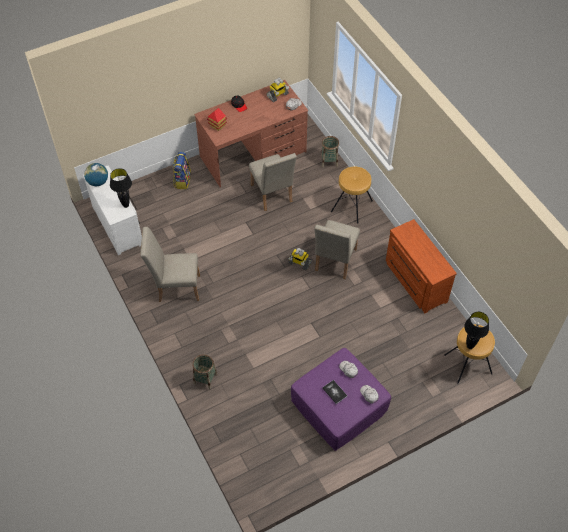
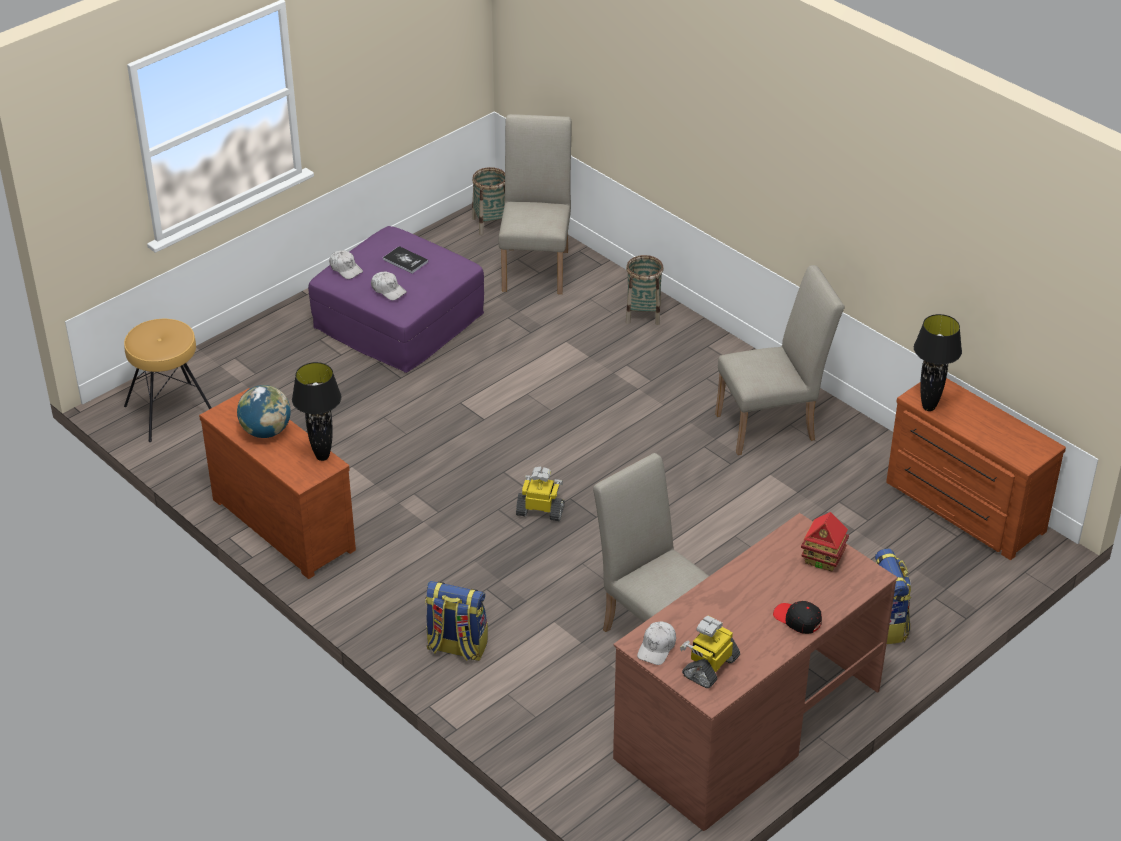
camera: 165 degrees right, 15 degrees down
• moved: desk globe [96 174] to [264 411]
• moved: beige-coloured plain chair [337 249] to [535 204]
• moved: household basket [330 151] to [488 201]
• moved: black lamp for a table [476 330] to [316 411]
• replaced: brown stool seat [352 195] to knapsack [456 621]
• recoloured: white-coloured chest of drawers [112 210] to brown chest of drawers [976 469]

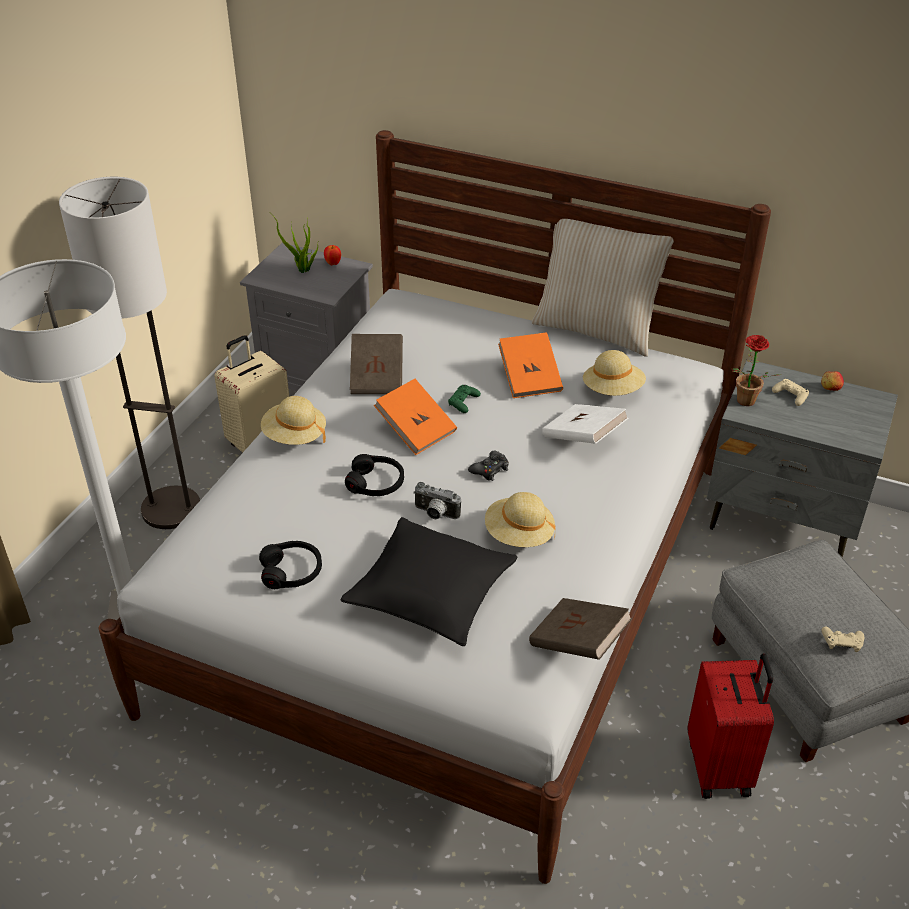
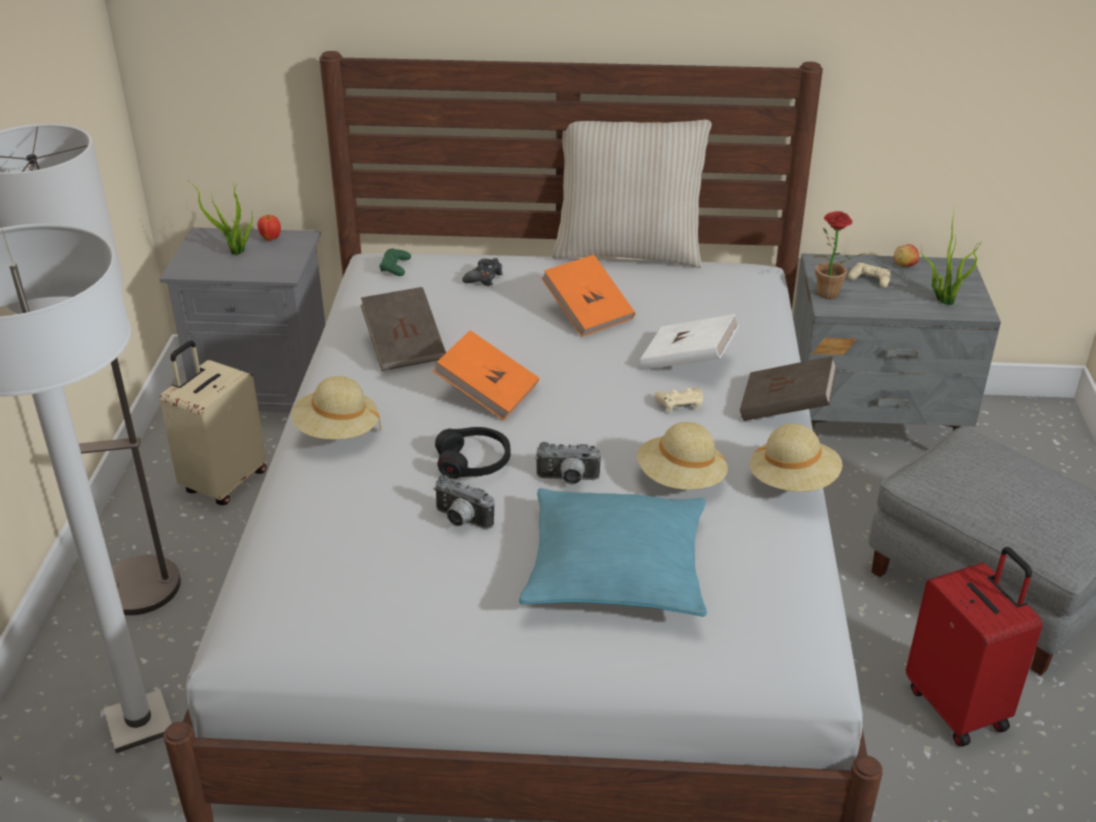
camera: 20 degrees left, 5 degrees down
• removed: black headphones [290 565]
• added: still camera [464 502]
• added: houseplant [950 255]
• moved: green joypad [464 399] to [395 262]
• moved: black joypad [488 465] to [482 272]
• moved: brown book [580 629] to [788 388]
• moved: beige-coloured hat [614 373] to [796 458]
• moved: beige-coloured joypad [842 639] to [678 399]
• recoloured: black cushion [429 581] to turquoise cushion [613 552]

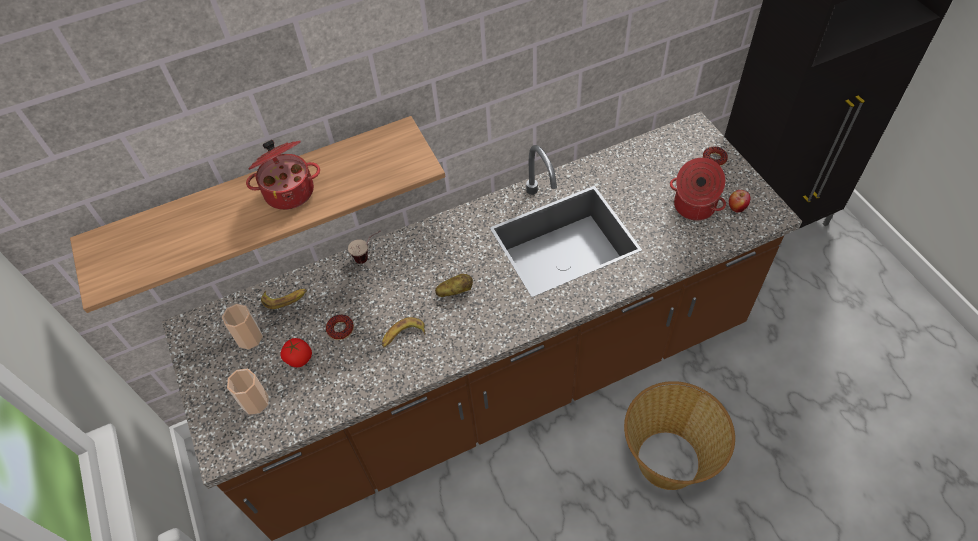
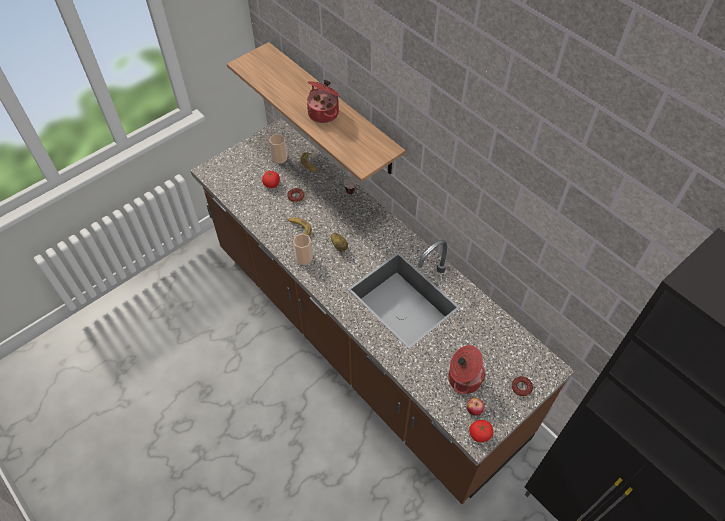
camera: 70 degrees right, 0 degrees up
• removed: household basket [679 435]
• added: whole tomato [481 431]
• moved: small cup [248 392] to [303 249]

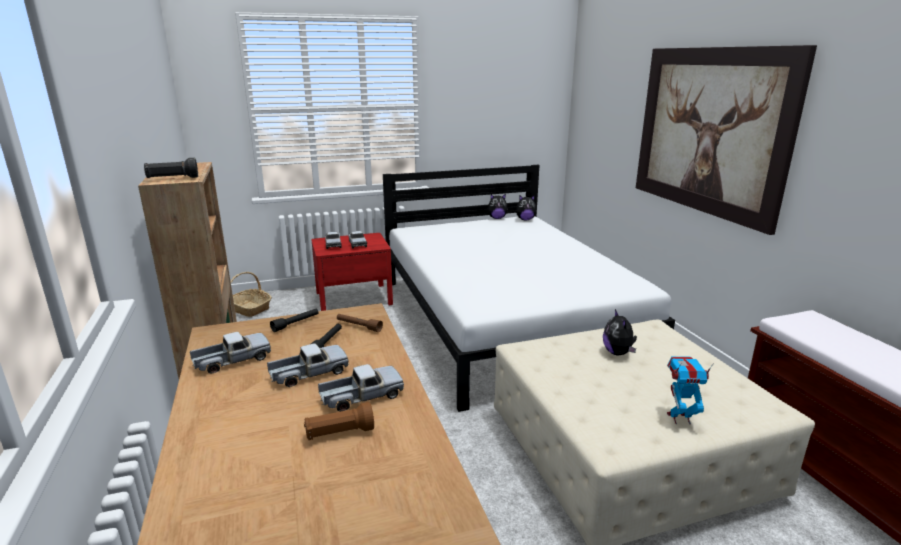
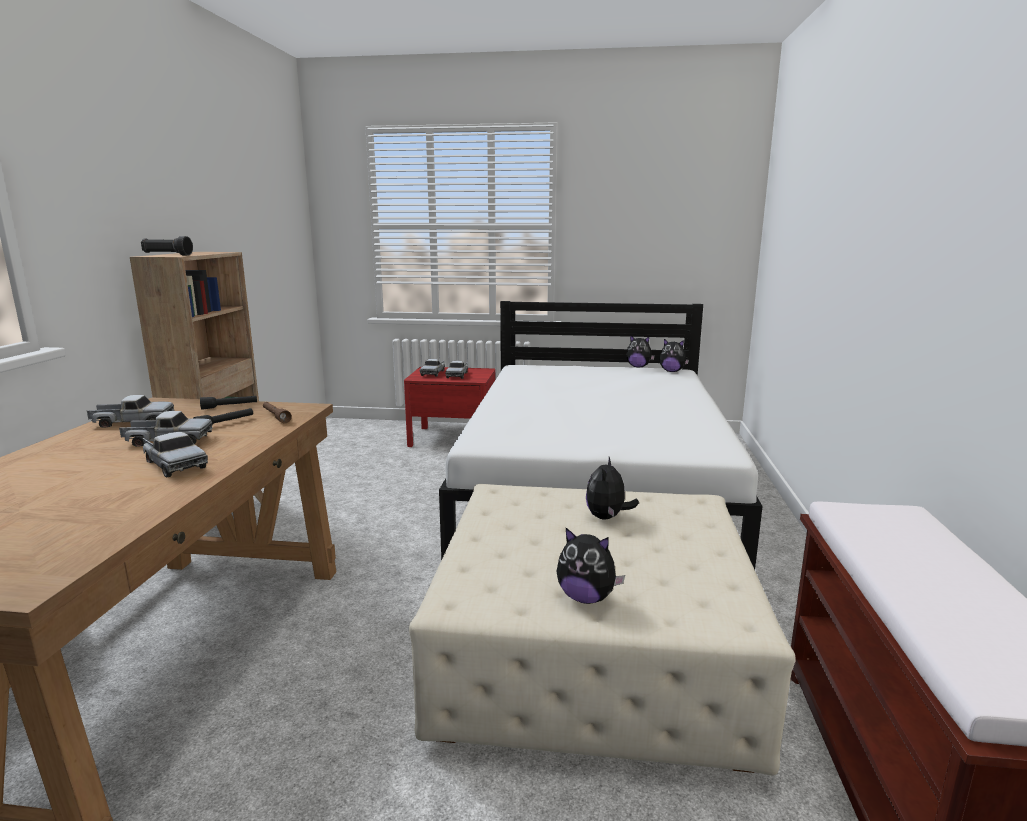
camera: 25 degrees right, 5 degrees down
• removed: household basket [251 294]
• removed: brown flashlight [339 421]
• removed: wall picture [726 140]
• replaced: model robot [690 390] to plush toy [590 566]
• turned: toy lorry [361 387] = [175 454] 45 degrees clockwise

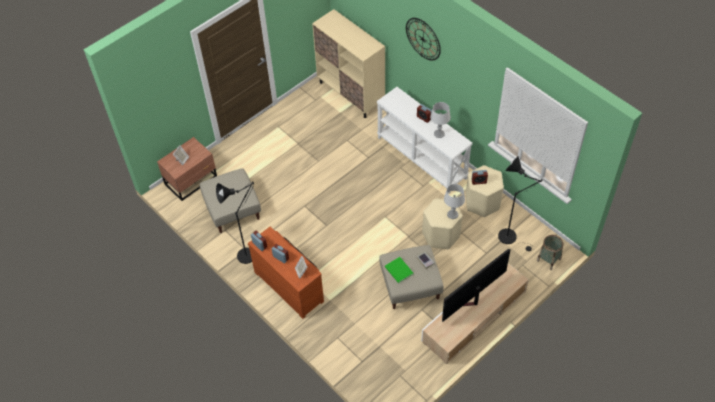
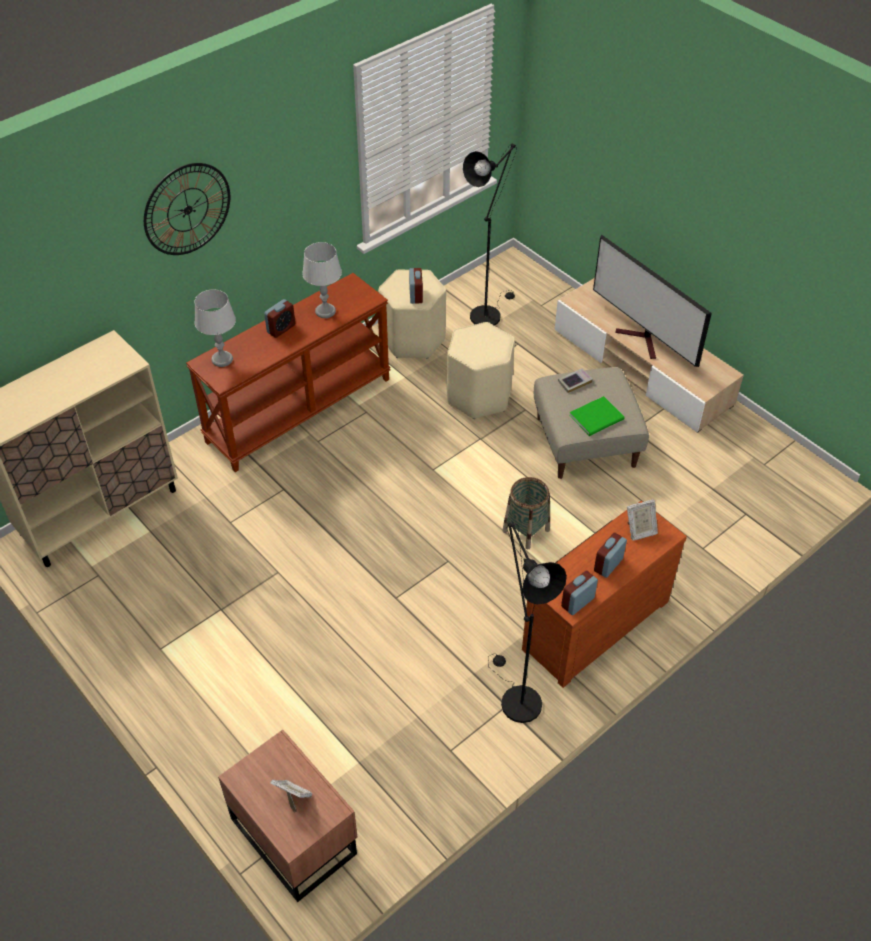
camera: 90 degrees left, 5 degrees down
• removed: beige-coloured pouffe [230 200]
• moved: greyish lamp for a table [454 201] to [215 328]
• moved: household basket [550 252] to [526 513]
• recoloured: white-coloured narrow table [424 140] to brown narrow table [288 372]

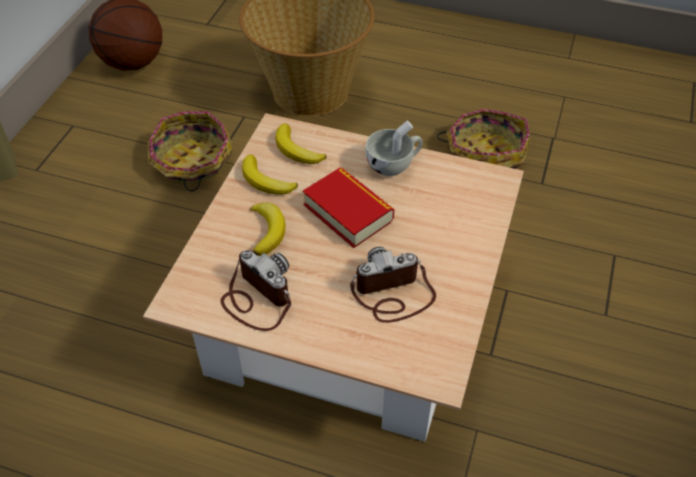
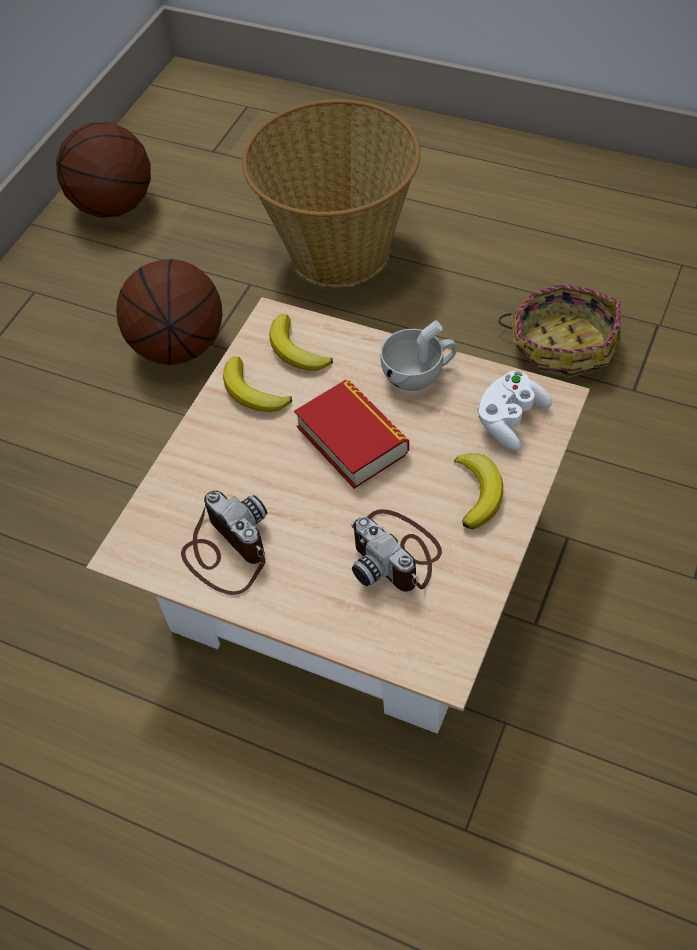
camera: 10 degrees right, 5 degrees up
• added: white-coloured joypad [514 410]
• moved: banana [268 229] to [478 491]
• replaced: household basket [190 151] to ball for basketball [169 312]
• turned: still camera [393 285] = [396 550] 120 degrees counterclockwise

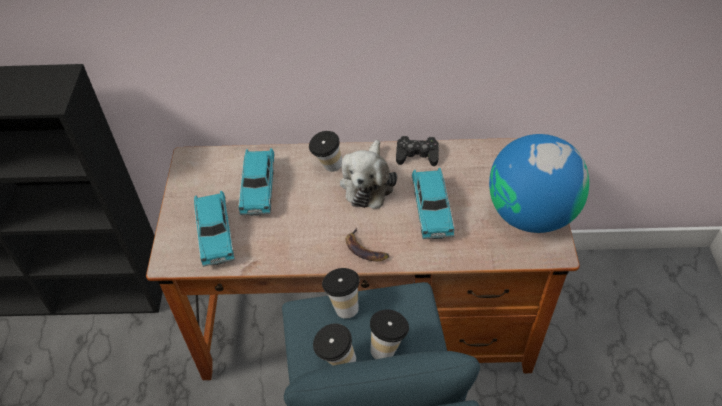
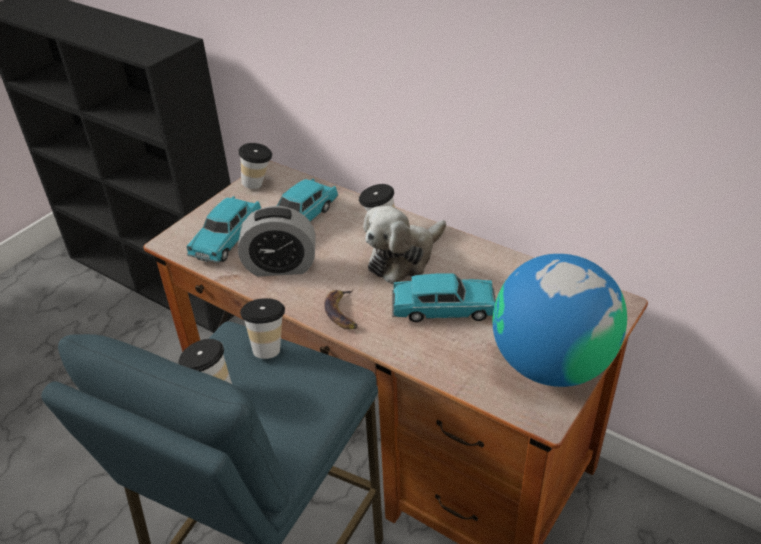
camera: 35 degrees right, 10 degrees down
• removed: black joypad [417 151]
• added: alarm clock [277 241]
• moved: small cup [389 334] to [255 166]
• turned: turquoise model car [433 203] = [444 297] 120 degrees counterclockwise

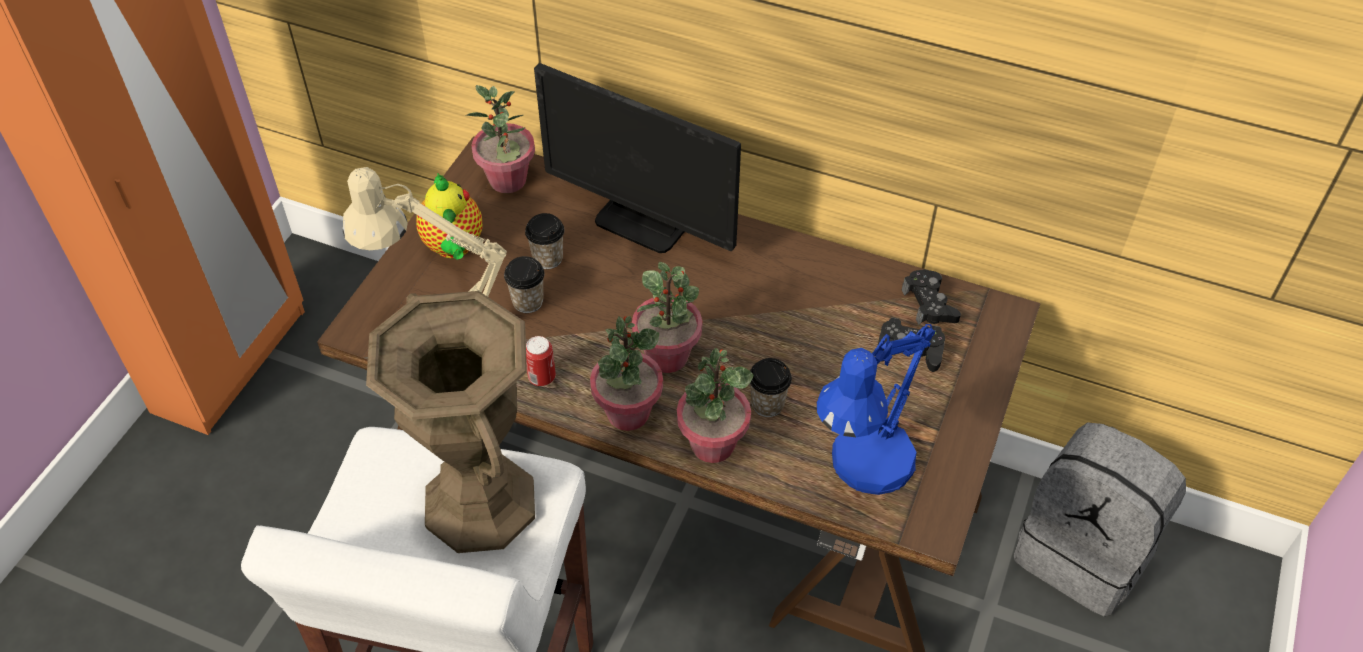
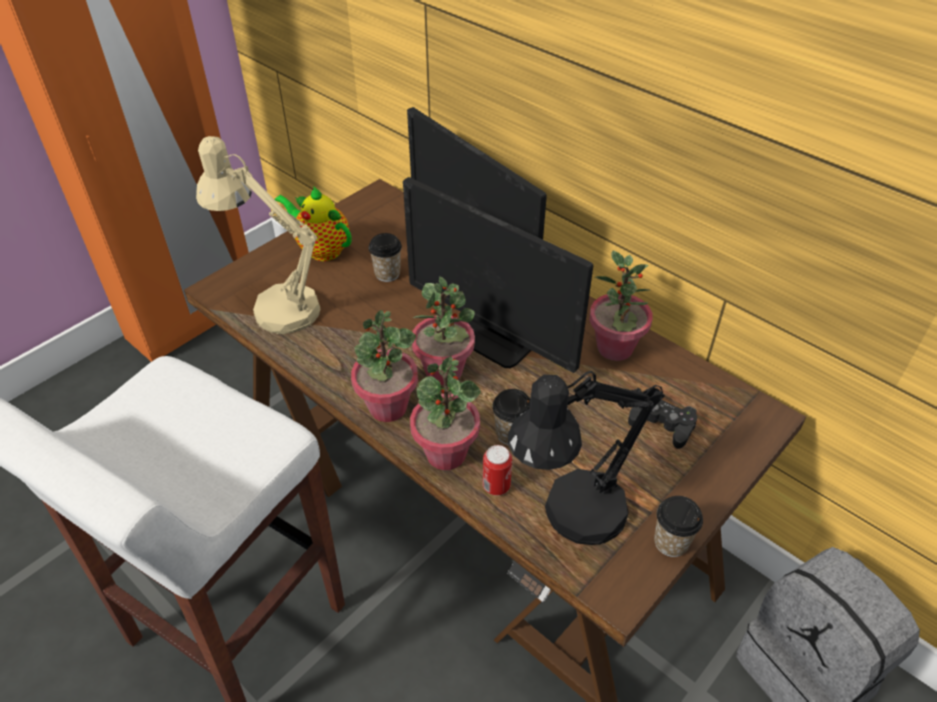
camera: 20 degrees right, 5 degrees down
• removed: brown flower vase [450 422]
• removed: black joypad [931 297]
• added: monitor [498 275]
• moved: houseplant [500 139] to [621 305]
• moved: small cup [524 284] to [678 526]
• moved: metal can [541 361] to [497 470]
• recoloured: bluish lamp for a table [876 409] to black lamp for a table [586 458]
• turned: pot for tea [449 216] = [313 223] 120 degrees clockwise

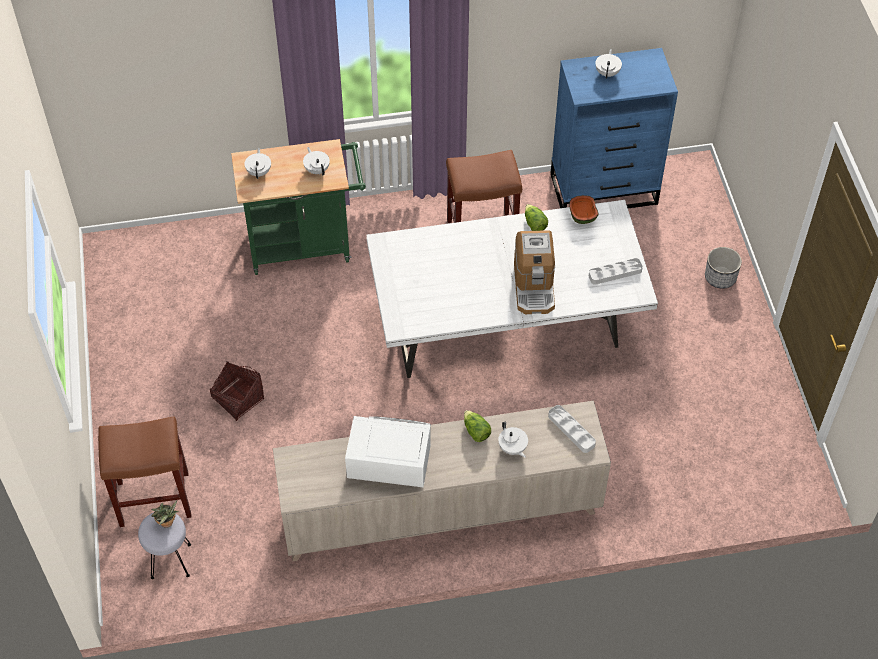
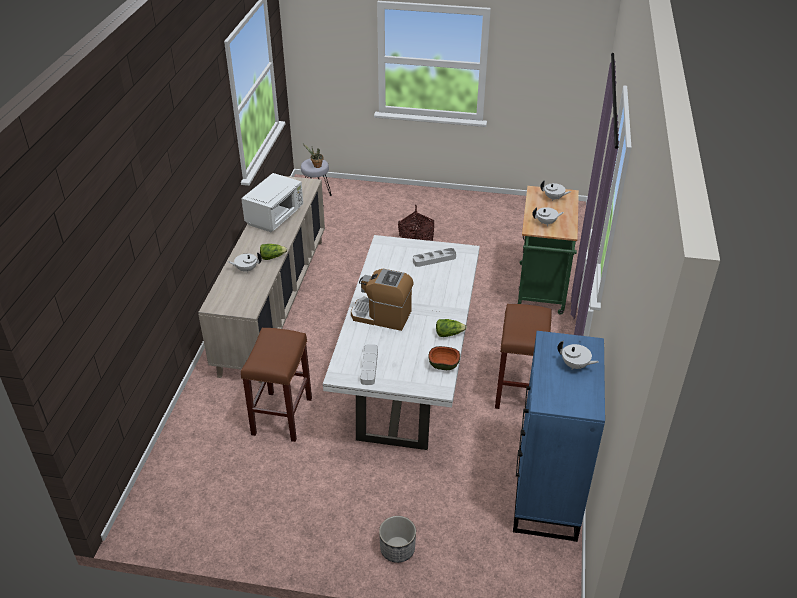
camera: 110 degrees right, 15 degrees down
• moved: brown stool seat [145 471] to [276 385]
• moved: greyish serving tray [572 429] to [434 257]

